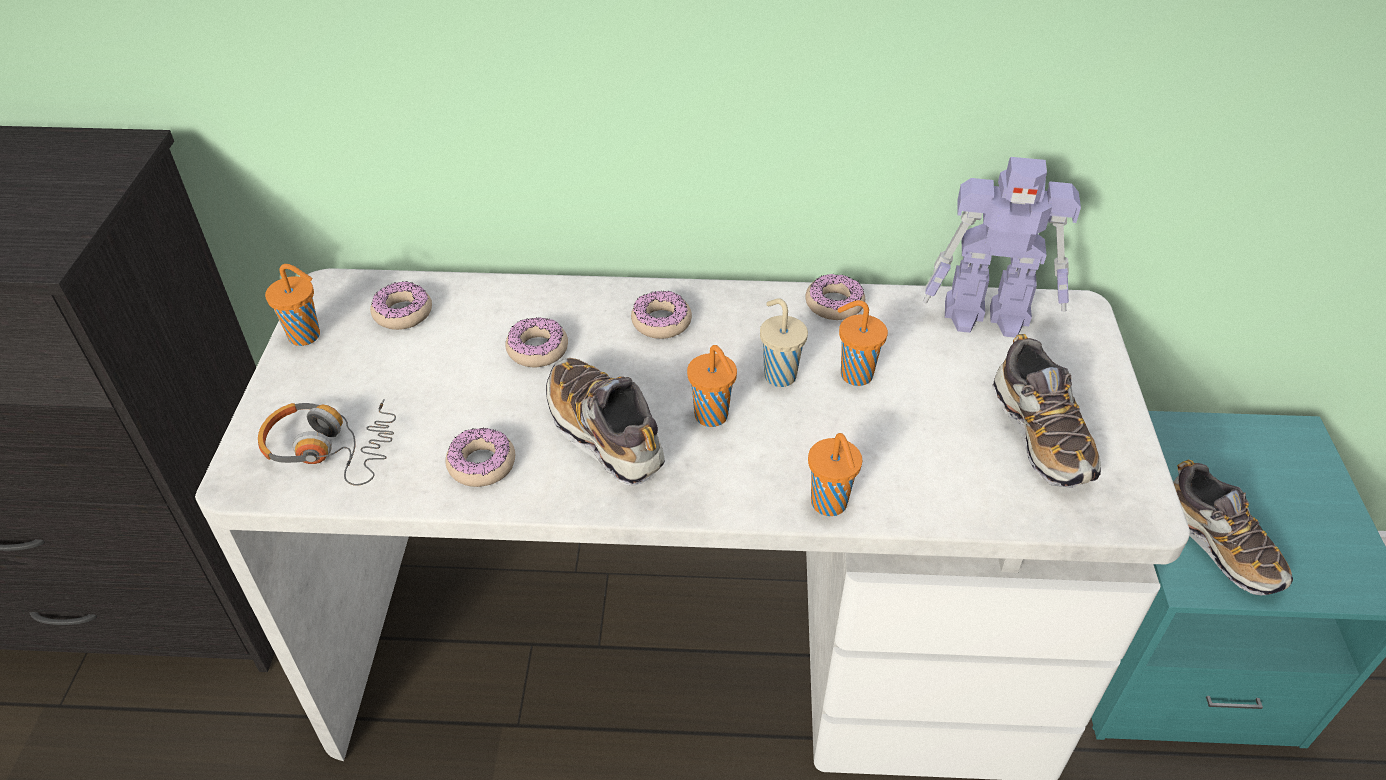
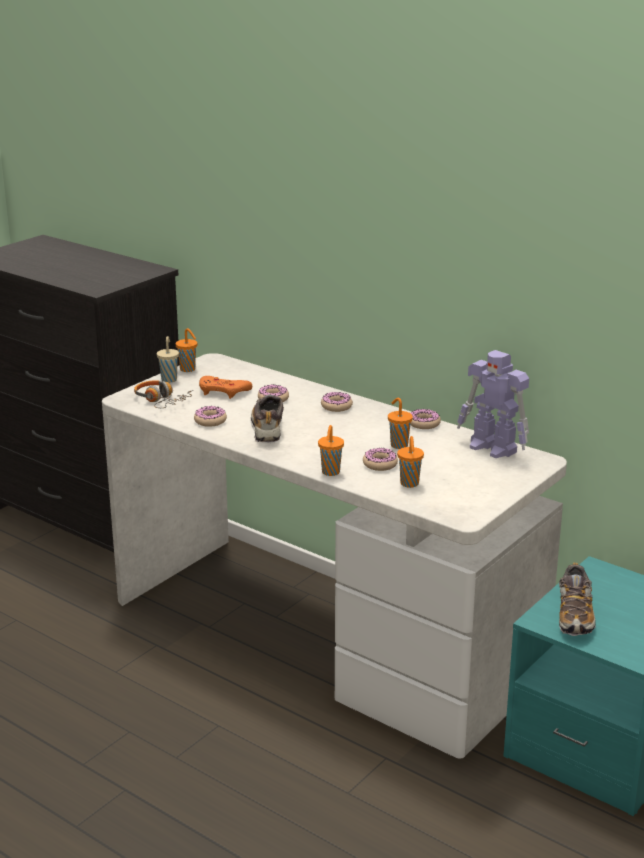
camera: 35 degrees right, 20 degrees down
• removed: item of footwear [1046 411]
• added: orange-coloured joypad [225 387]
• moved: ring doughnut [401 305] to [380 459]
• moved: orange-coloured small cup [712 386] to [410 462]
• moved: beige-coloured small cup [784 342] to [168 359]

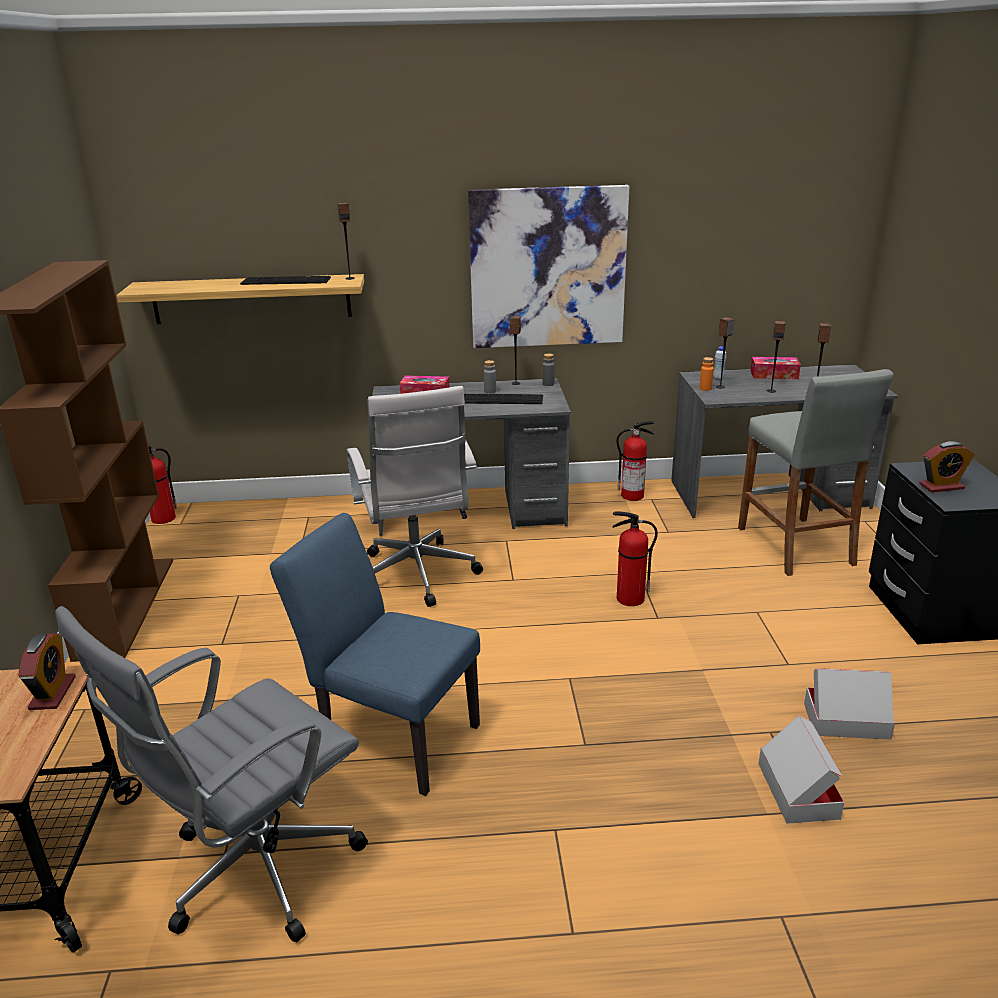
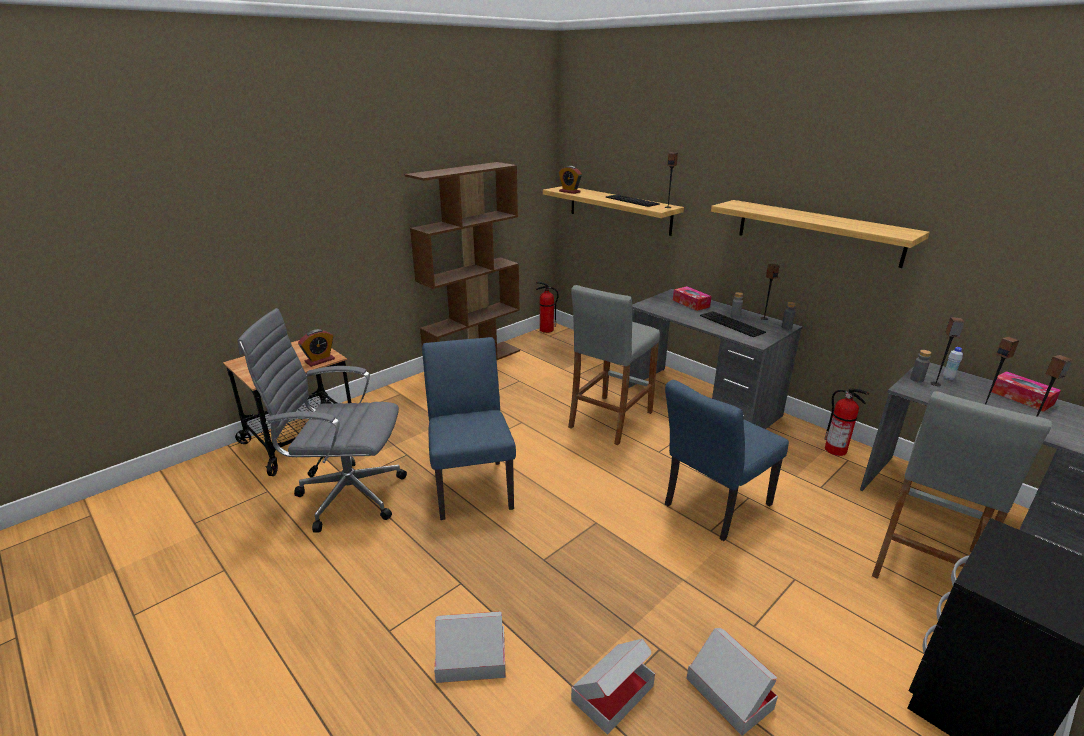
camera: 50 degrees right, 0 degrees up
• added: carton [470 647]
• moved: alarm clock [946 466] to [570 180]
• replaced: white-coloured office chair [415 496] to greyish stool seat [614 365]
• replaced: wall picture [548 266] to bracket shelf [820 234]
• replaced: fire extinguisher [635 558] to bluish plain chair [727 460]
• recoloured: orange-coloured drink bottle [707 374] to greyish drink bottle [920 366]

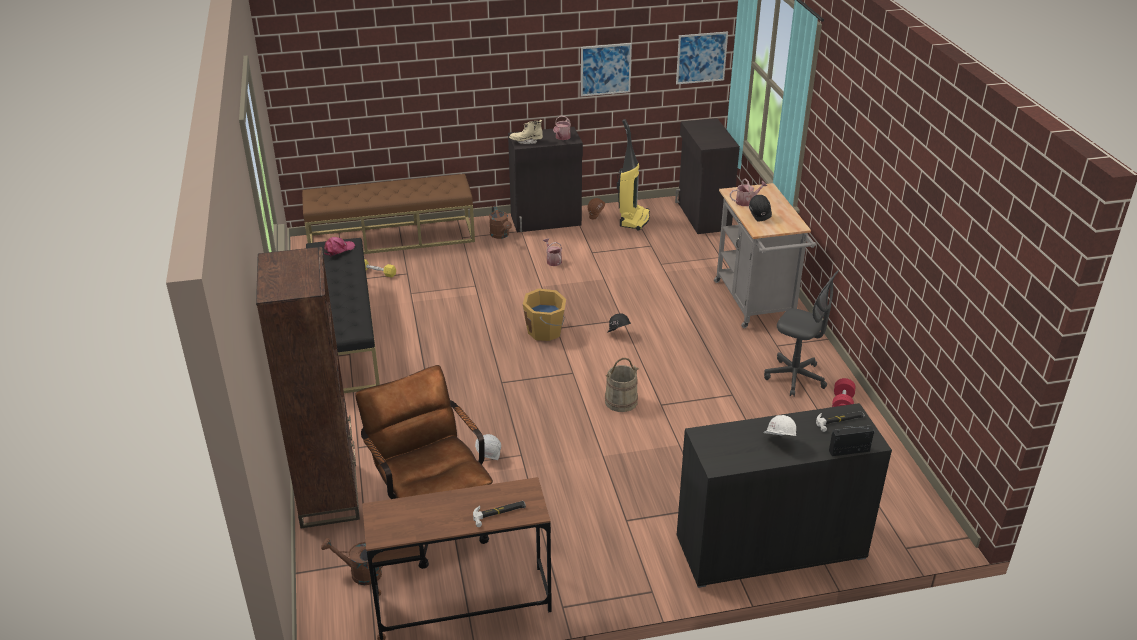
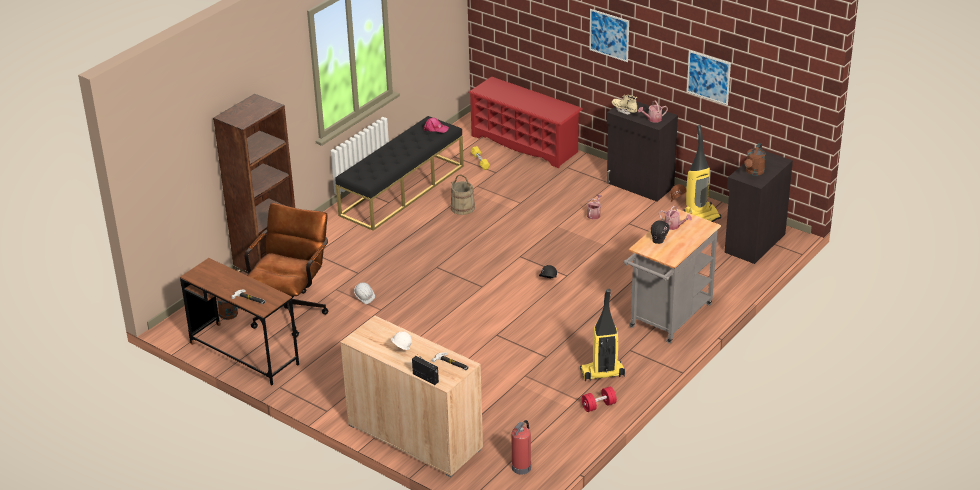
camera: 50 degrees right, 0 degrees up
• removed: orange-coloured water bucket [544 314]
• added: fire extinguisher [521 447]
• moved: brown sprinkling can [500 222] to [755 159]
• moved: beige-coloured water bucket [622 385] to [463 195]
• moved: wall picture [702 58] to [609 35]
• replaced: brown indoor bench [388 214] to reddish shoe stand [525 122]
• replaced: greyish office chair [801 333] to hoover [602 335]
• recoloured: black storage cabinet [784 495] to beige-coloured storage cabinet [411 396]

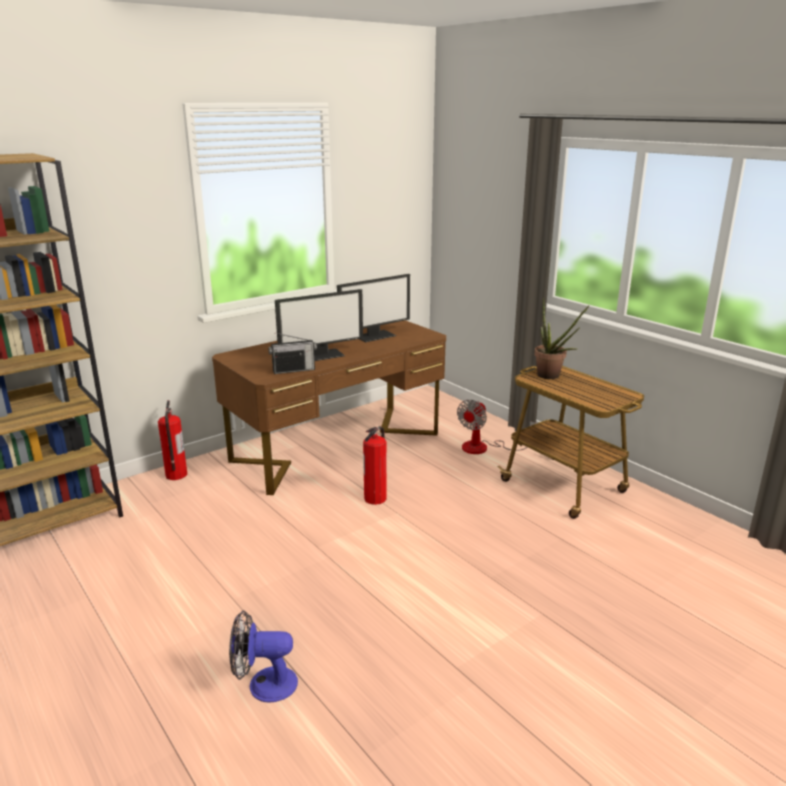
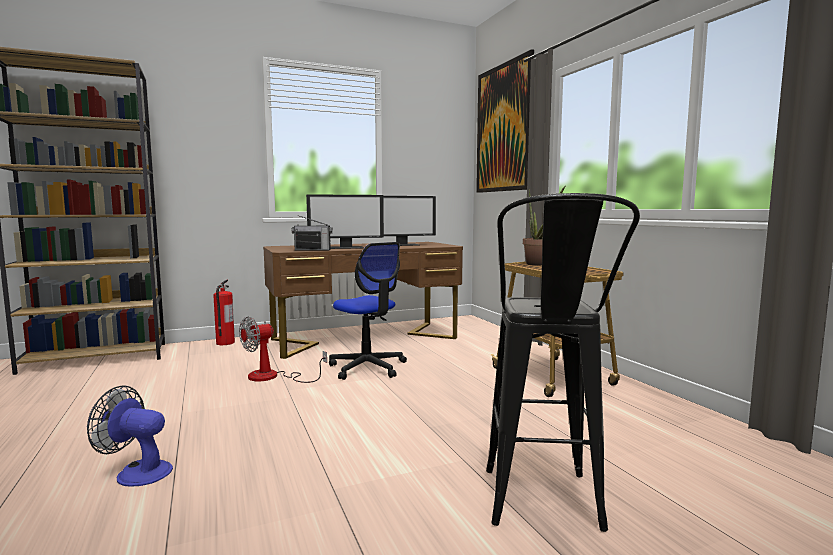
camera: 15 degrees right, 15 degrees down
• added: wall picture [505 121]
• added: black stool seat [563 362]
• moved: cooling fan [496 427] to [283 349]
• replaced: fire extinguisher [375 465] to office chair [368 311]

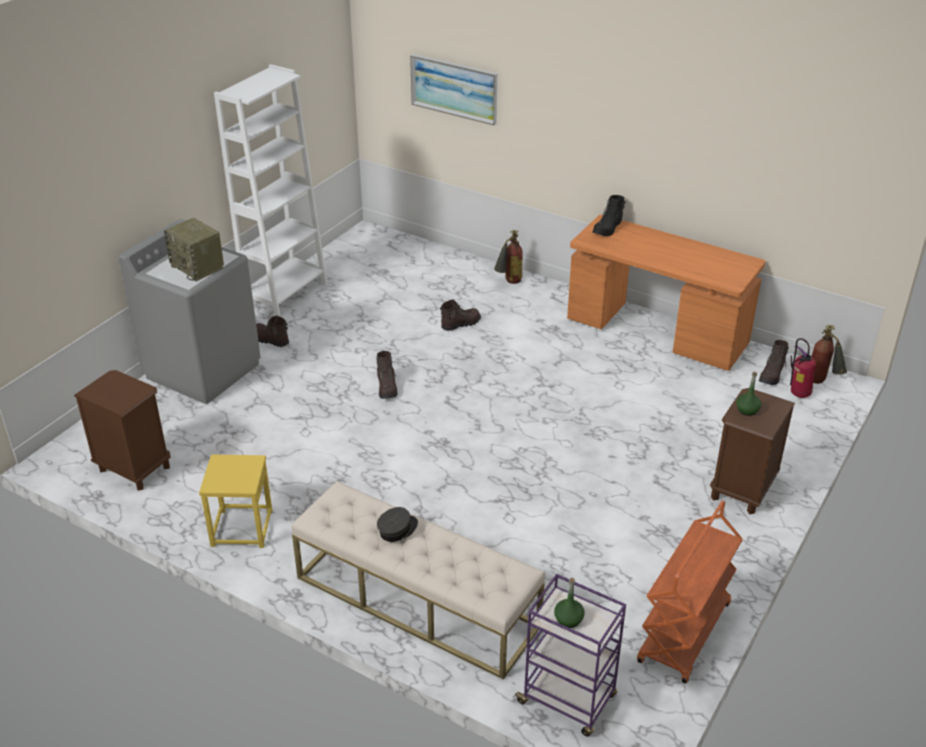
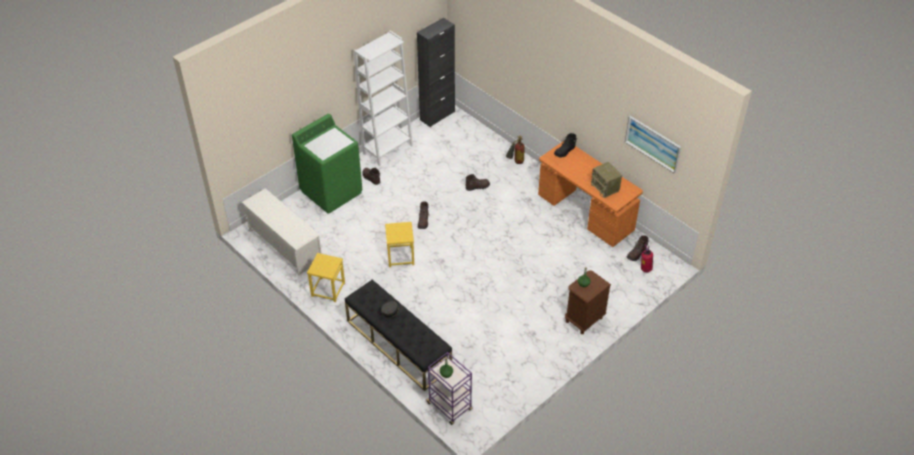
camera: 15 degrees right, 10 degrees up
• removed: orange-coloured wheeled cart [690 592]
• removed: fire extinguisher [829 354]
• added: yellow stool seat [399 244]
• added: black storage cabinet [436 72]
• moved: radio set [194 249] to [606 180]
• moved: wall picture [453 89] to [653 144]
• replaced: brown nightstand [122 430] to white-coloured shoe stand [281 231]
• recoloured: greyish laundry appliance [190 311] to green laundry appliance [327 164]
• recoloured: beige-coloured indoor bench [418 580] to black indoor bench [398 335]

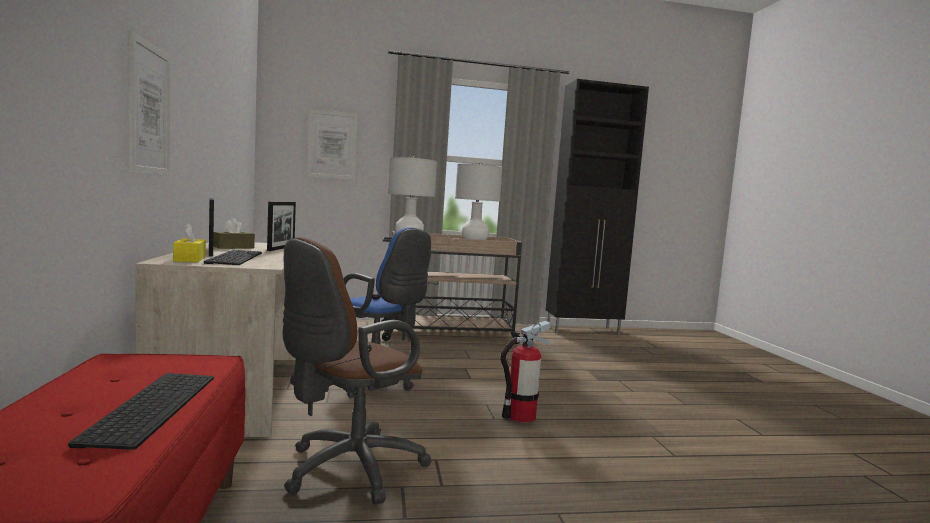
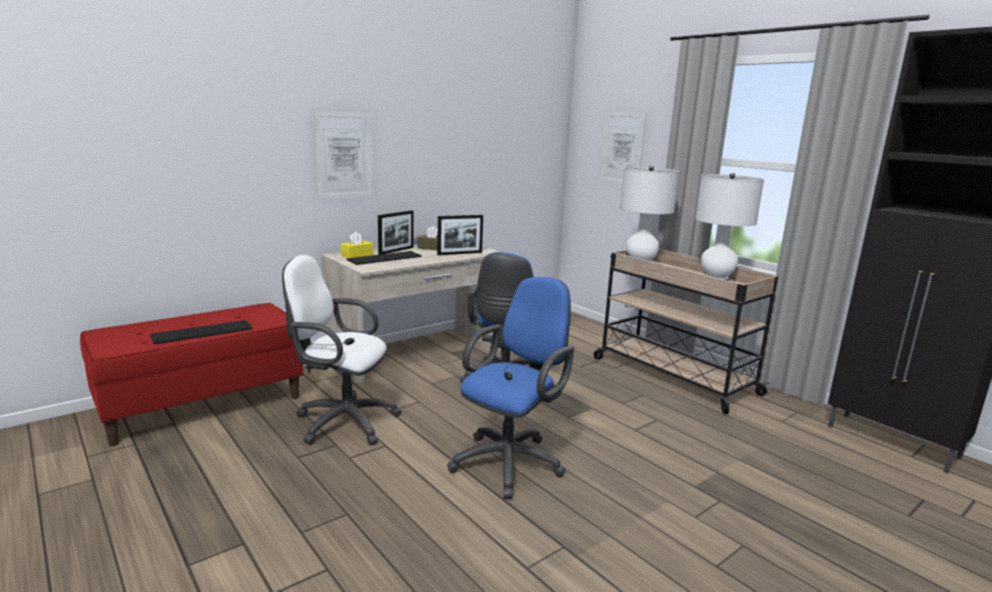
camera: 60 degrees right, 10 degrees up
• replaced: fire extinguisher [526 372] to bluish office chair [510 388]
• recoloured: brown office chair [356 371] to white-coloured office chair [342 350]

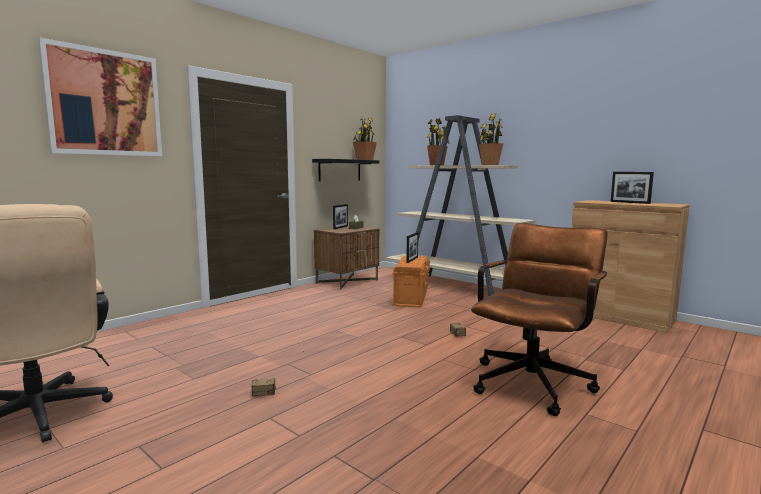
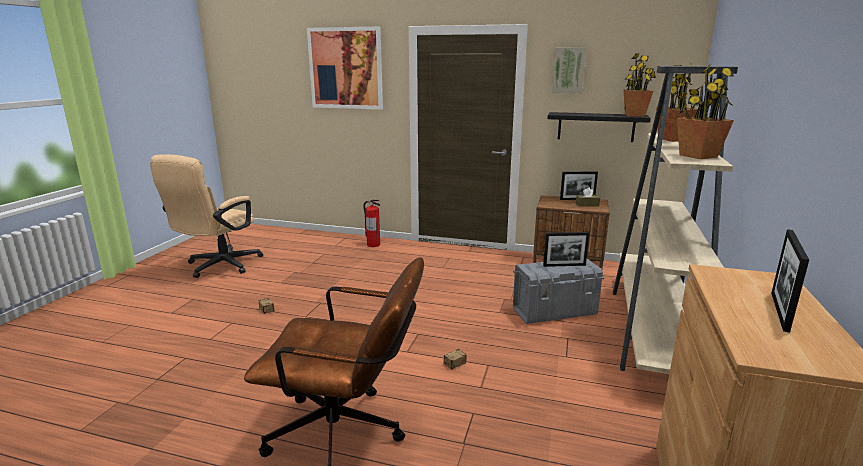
camera: 65 degrees right, 10 degrees up
• added: fire extinguisher [371 223]
• added: wall picture [569 70]
• recoloured: orange-coloured storage bin [411 282] to greyish storage bin [558 291]

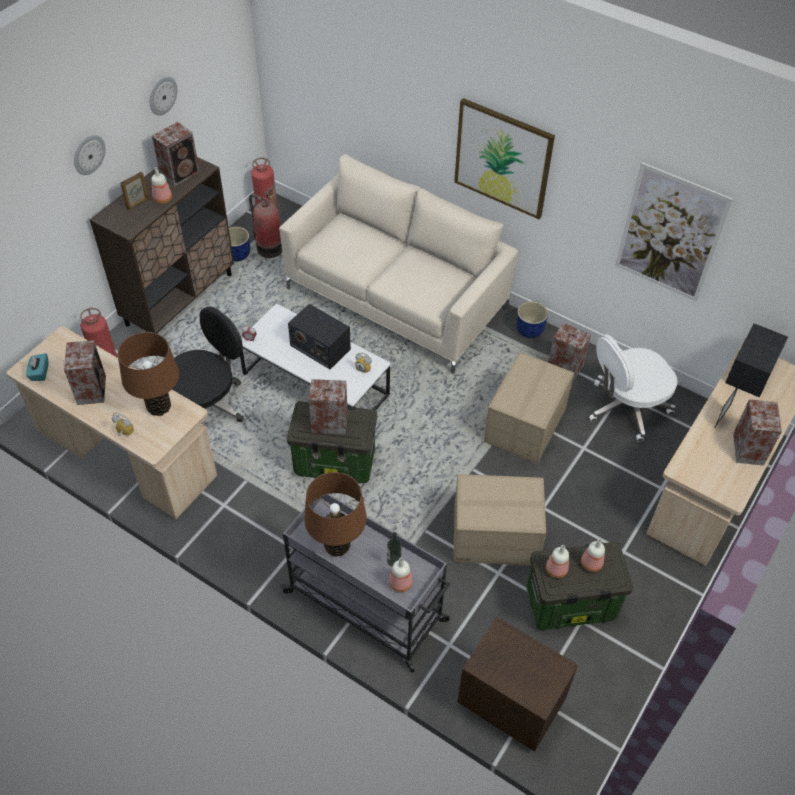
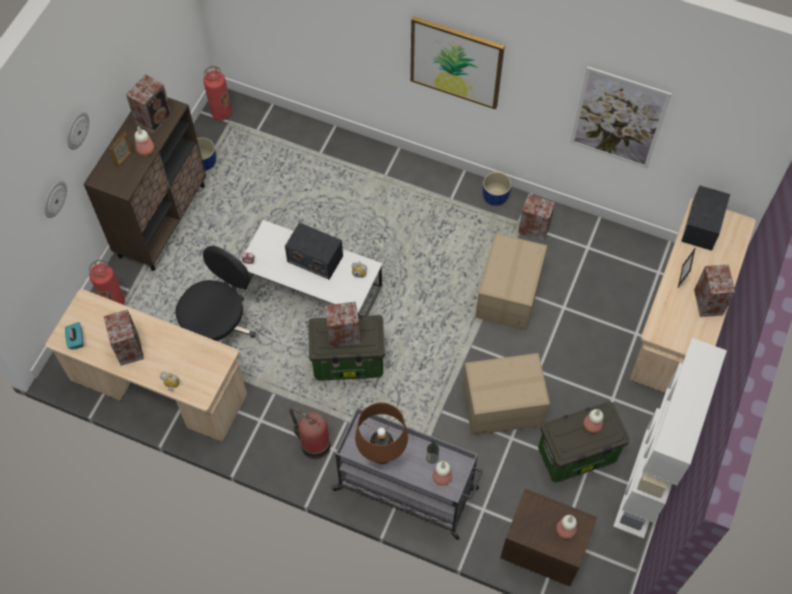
camera: 10 degrees left, 10 degrees up
• removed: brown lamp for a table [148 374]
• removed: beige-coloured sofa [398 264]
• removed: white-coloured office chair [633 388]
• added: white-coloured shelving unit [670 438]
• moved: wall clock [163 95] to [55 199]
• moved: fire extinguisher [265 226] to [310 433]
• moved: drink bottle [557 561] to [566 527]

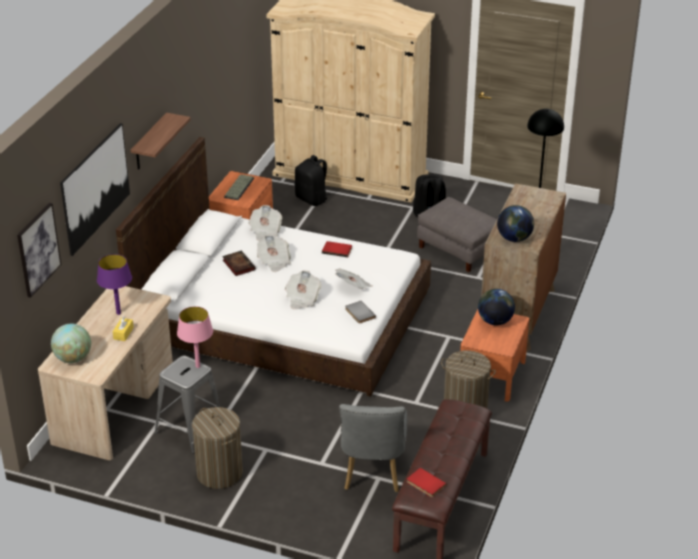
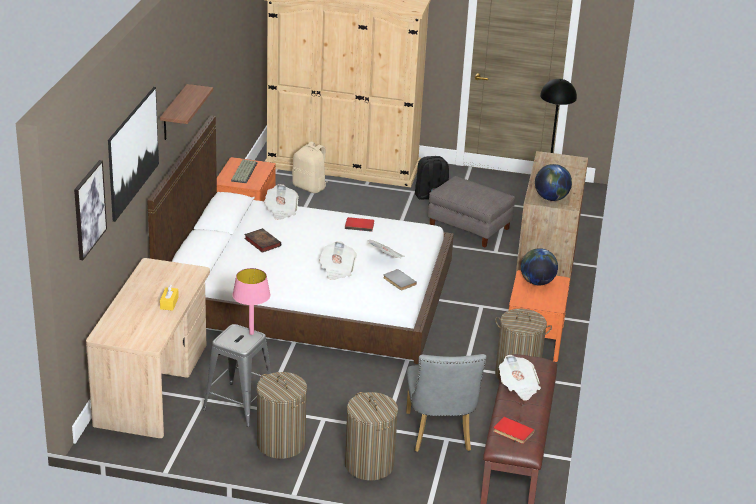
camera: 10 degrees left, 5 degrees down
• removed: desk globe [71 343]
• removed: purple-coloured lamp for a table [114 284]
• added: washing basket [371 436]
• moved: newspaper [274 253] to [520 378]
• recoloured: black knapsack [312 180] to beige-coloured knapsack [309 167]

